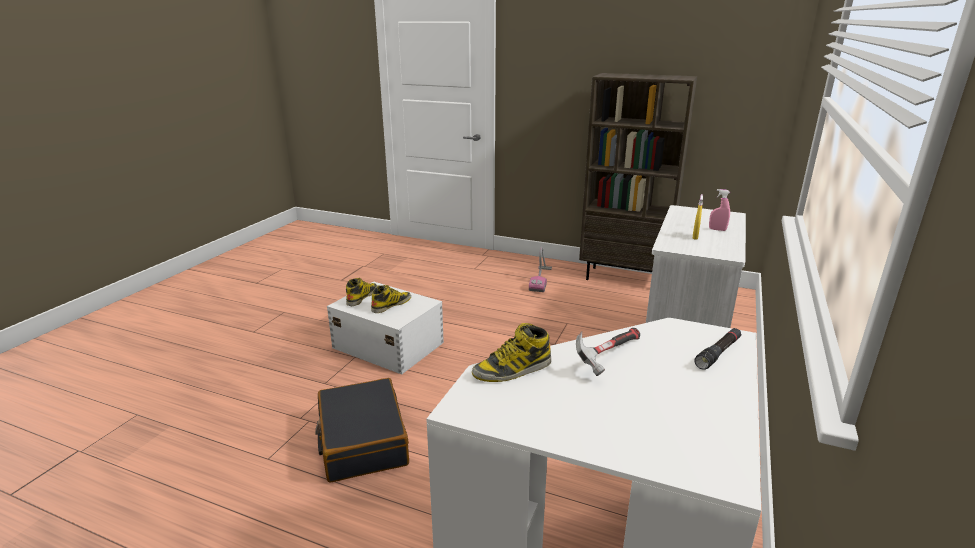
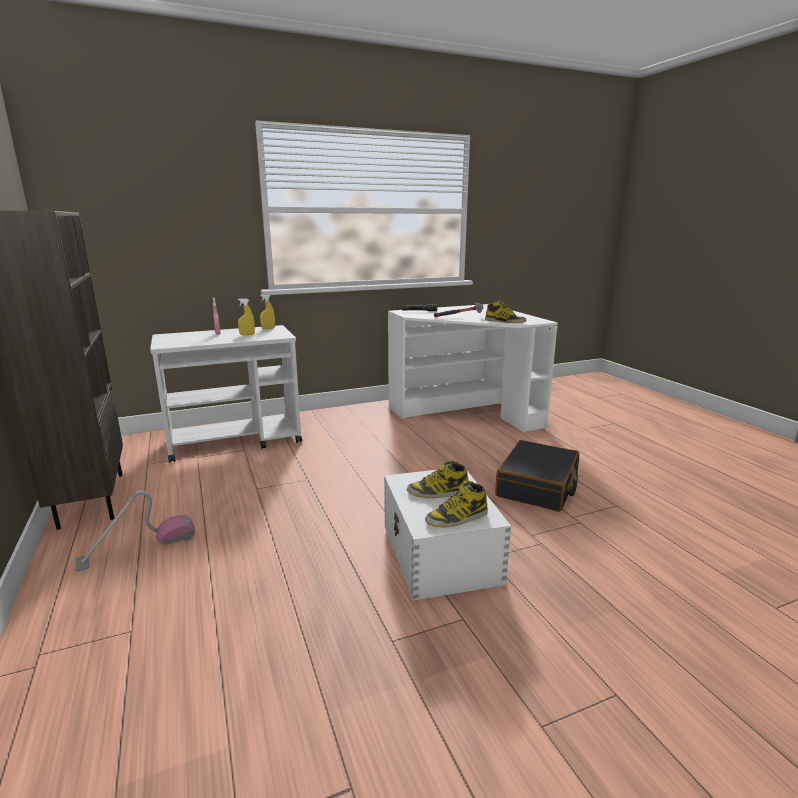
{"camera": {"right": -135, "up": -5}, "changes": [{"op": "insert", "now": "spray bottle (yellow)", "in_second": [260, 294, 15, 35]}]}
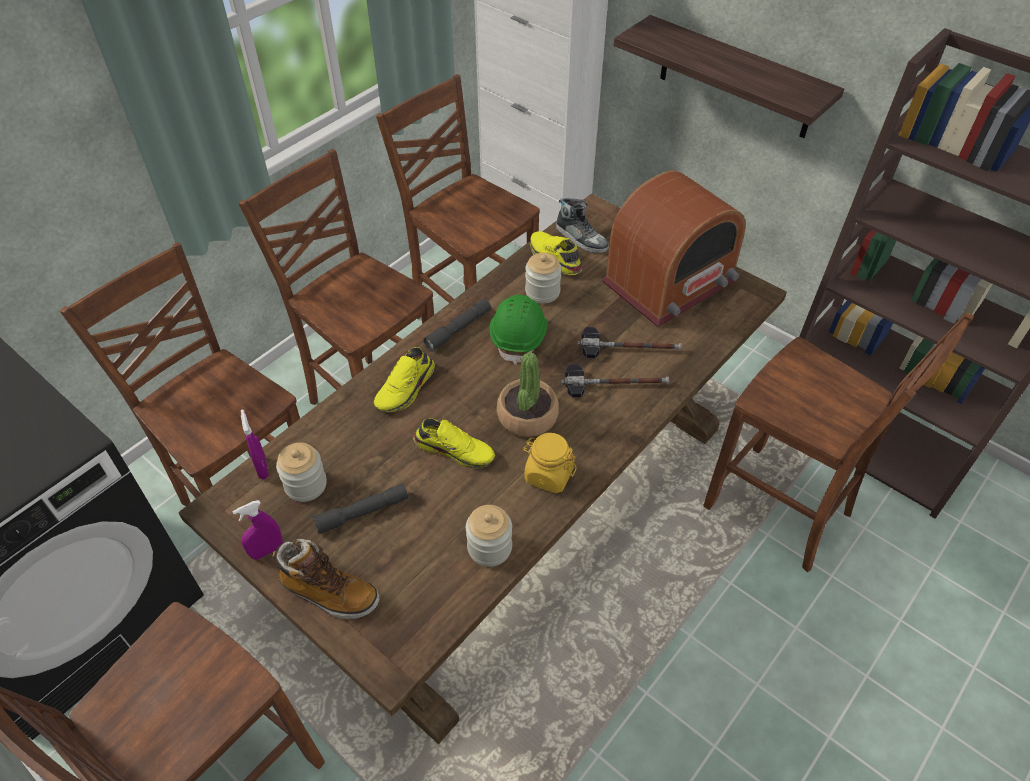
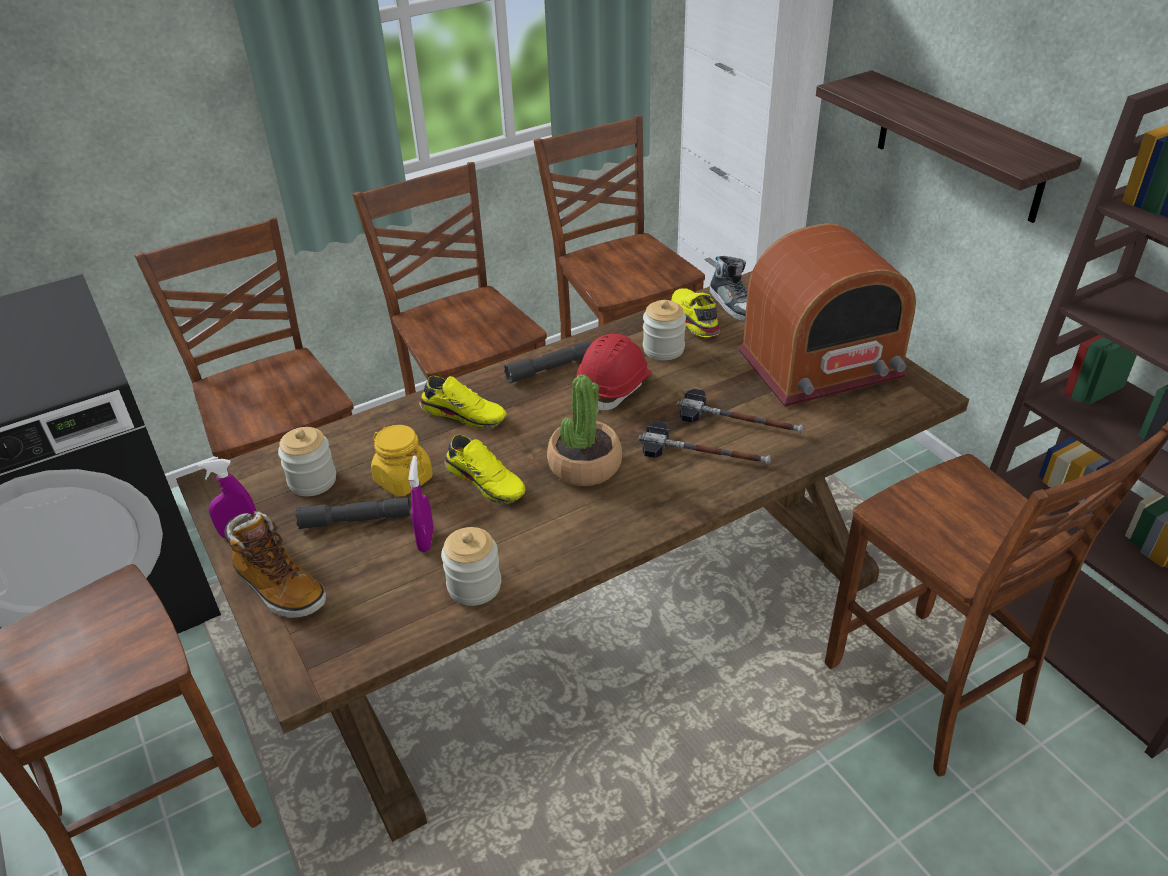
{"camera": {"right": 20, "up": -10}, "changes": [{"op": "recolor", "was": "hard hat (green)", "now": "hard hat (red)", "in_first": [490, 295, 58, 70], "in_second": [576, 334, 76, 79]}, {"op": "rotate", "was": "shoe (yellow)", "in_first": [374, 347, 61, 65], "in_second": [419, 376, 88, 53], "clockwise": -120}, {"op": "move", "was": "spray bottle (purple)", "in_first": [241, 409, 28, 70], "in_second": [408, 456, 25, 96]}, {"op": "move", "was": "jar (yellow)", "in_first": [522, 433, 55, 60], "in_second": [371, 425, 62, 72]}]}
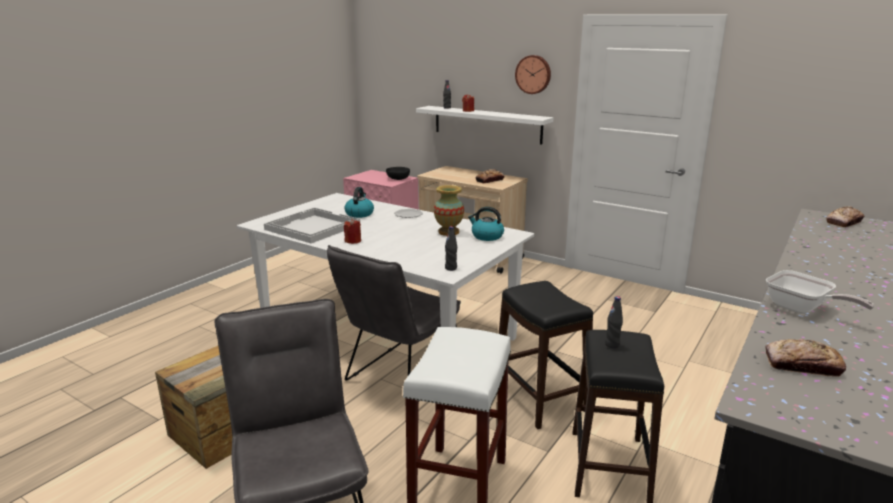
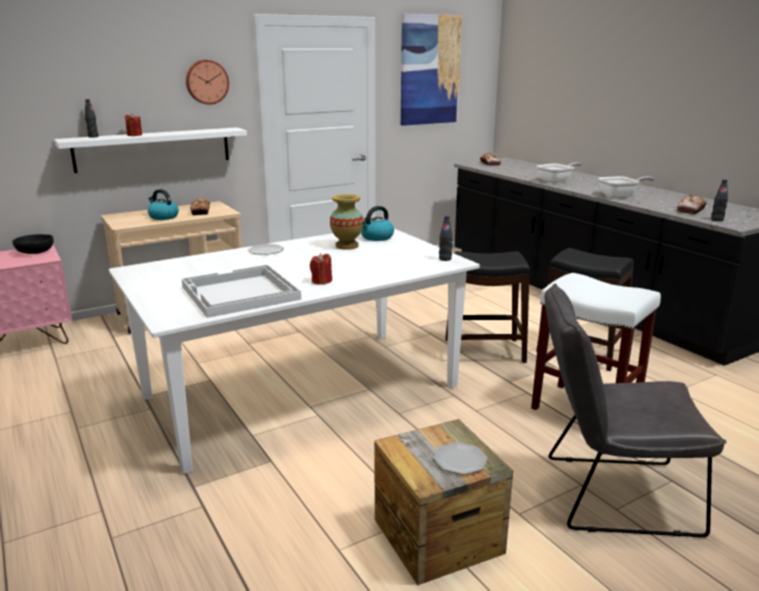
{"camera": {"right": -65, "up": 0}, "changes": [{"op": "move", "was": "kettle", "in_first": [344, 187, 30, 31], "in_second": [148, 189, 31, 31]}, {"op": "delete", "was": "chair (grey)", "in_first": [327, 245, 134, 136]}, {"op": "move", "was": "bottle (black)", "in_first": [605, 296, 18, 52], "in_second": [711, 179, 17, 42]}, {"op": "insert", "now": "picture", "in_second": [401, 14, 61, 112]}, {"op": "insert", "now": "frying pan", "in_second": [537, 162, 45, 21]}, {"op": "insert", "now": "plate", "in_second": [433, 442, 55, 33]}]}
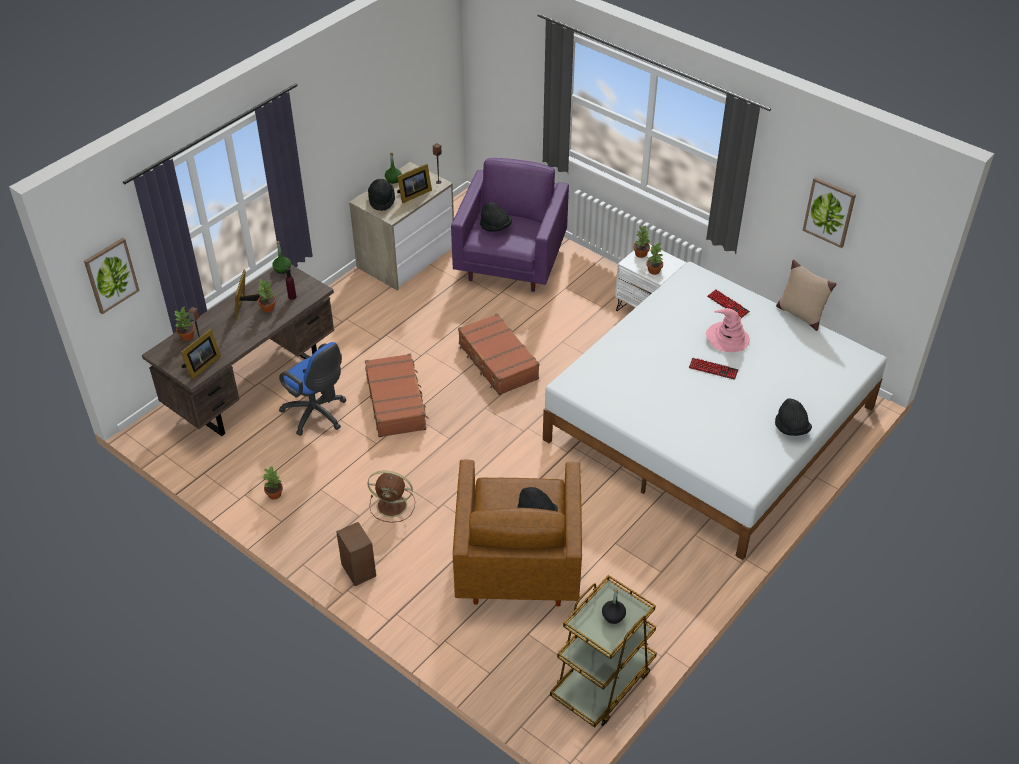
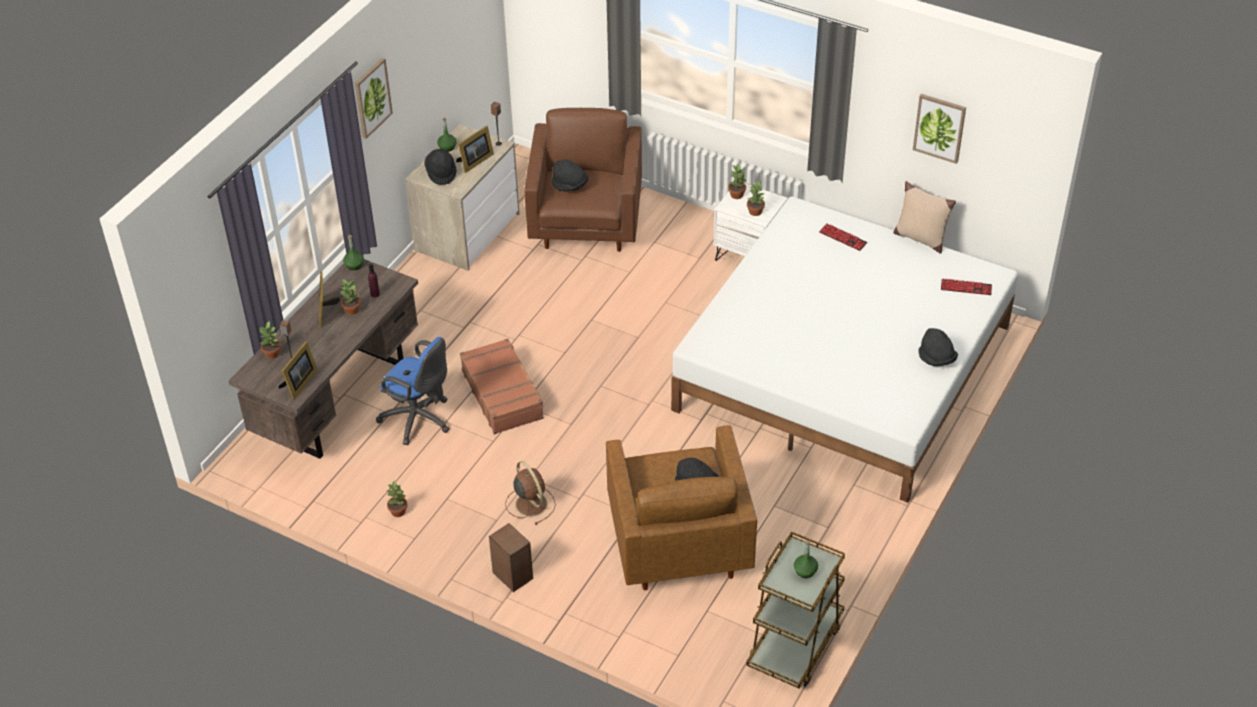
{"camera": {"right": -10, "up": 0}, "changes": [{"op": "recolor", "was": "armchair (purple)", "now": "armchair (brown)", "in_first": [451, 158, 118, 134], "in_second": [524, 108, 118, 144]}, {"op": "move", "was": "picture", "in_first": [84, 238, 56, 76], "in_second": [355, 58, 38, 81]}, {"op": "delete", "was": "hat (pink)", "in_first": [706, 308, 44, 44]}, {"op": "delete", "was": "suitcase (brown)", "in_first": [458, 313, 82, 82]}, {"op": "move", "was": "keyboard", "in_first": [689, 358, 49, 22], "in_second": [941, 278, 51, 17]}, {"op": "rotate", "was": "fan (brown)", "in_first": [367, 471, 48, 52], "in_second": [505, 461, 51, 64], "clockwise": -120}, {"op": "recolor", "was": "bottle (black)", "now": "bottle (green)", "in_first": [602, 588, 24, 36], "in_second": [794, 540, 24, 38]}]}
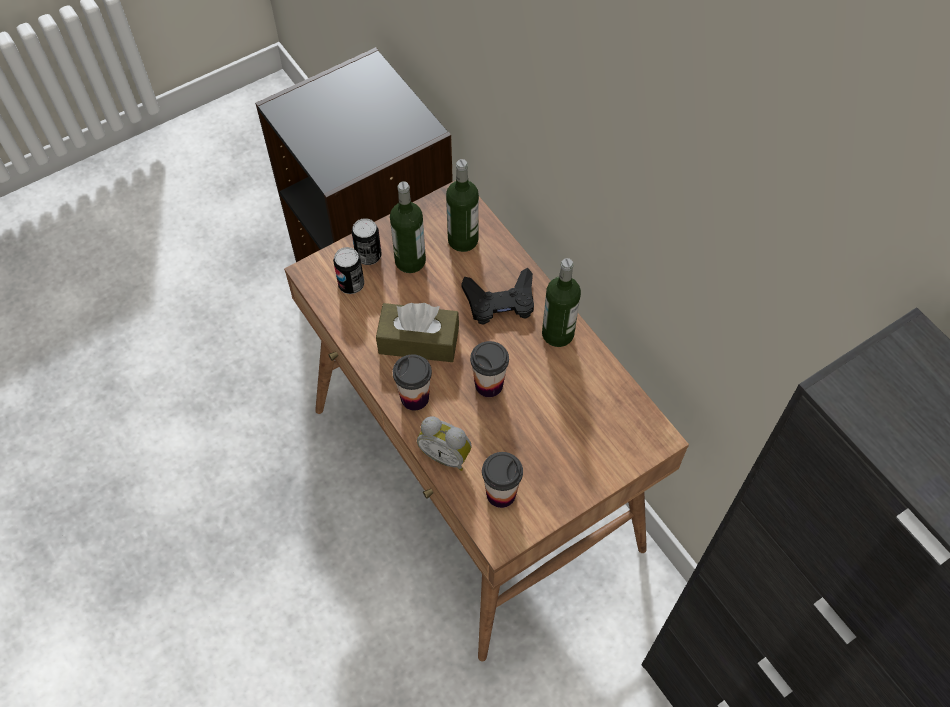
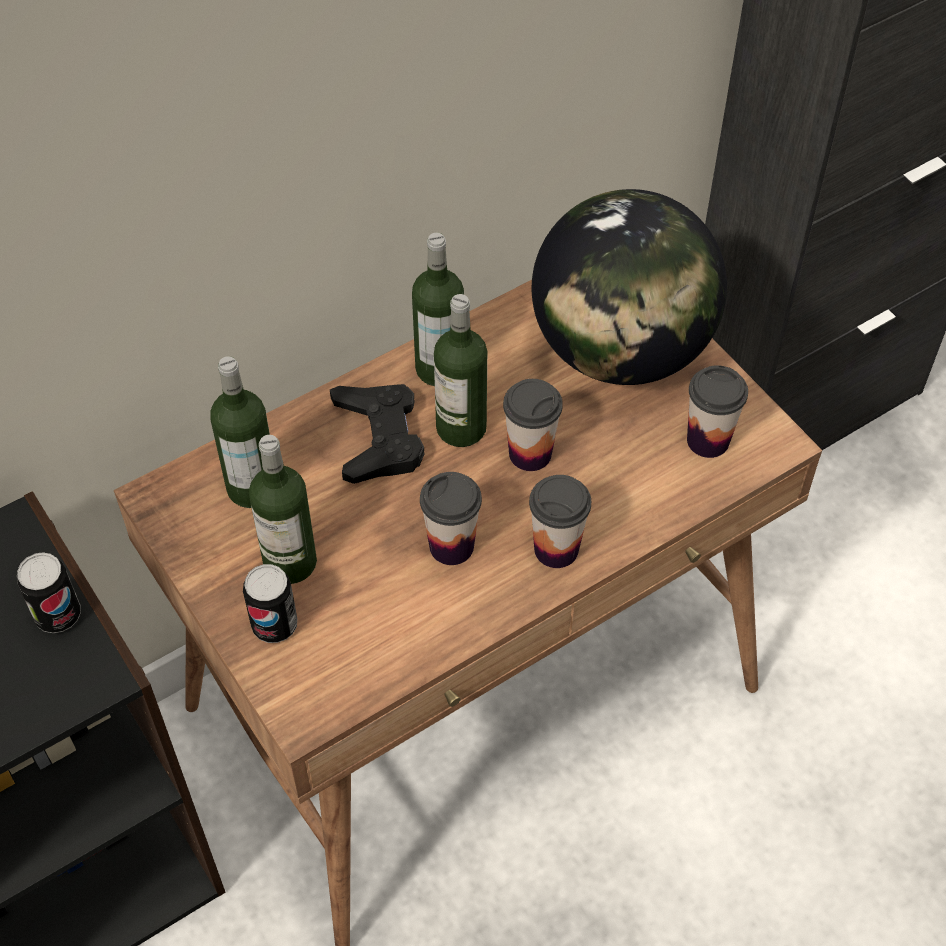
{"camera": {"right": -90, "up": -5}, "changes": [{"op": "move", "was": "can", "in_first": [333, 247, 31, 47], "in_second": [17, 552, 64, 81]}, {"op": "replace", "was": "tissue box (brown)", "now": "cup", "in_first": [376, 303, 83, 59], "in_second": [420, 472, 62, 93]}, {"op": "delete", "was": "alarm clock", "in_first": [417, 416, 55, 55]}, {"op": "insert", "now": "globe", "in_second": [532, 189, 195, 196]}, {"op": "insert", "now": "bottle", "in_second": [434, 294, 53, 153]}]}
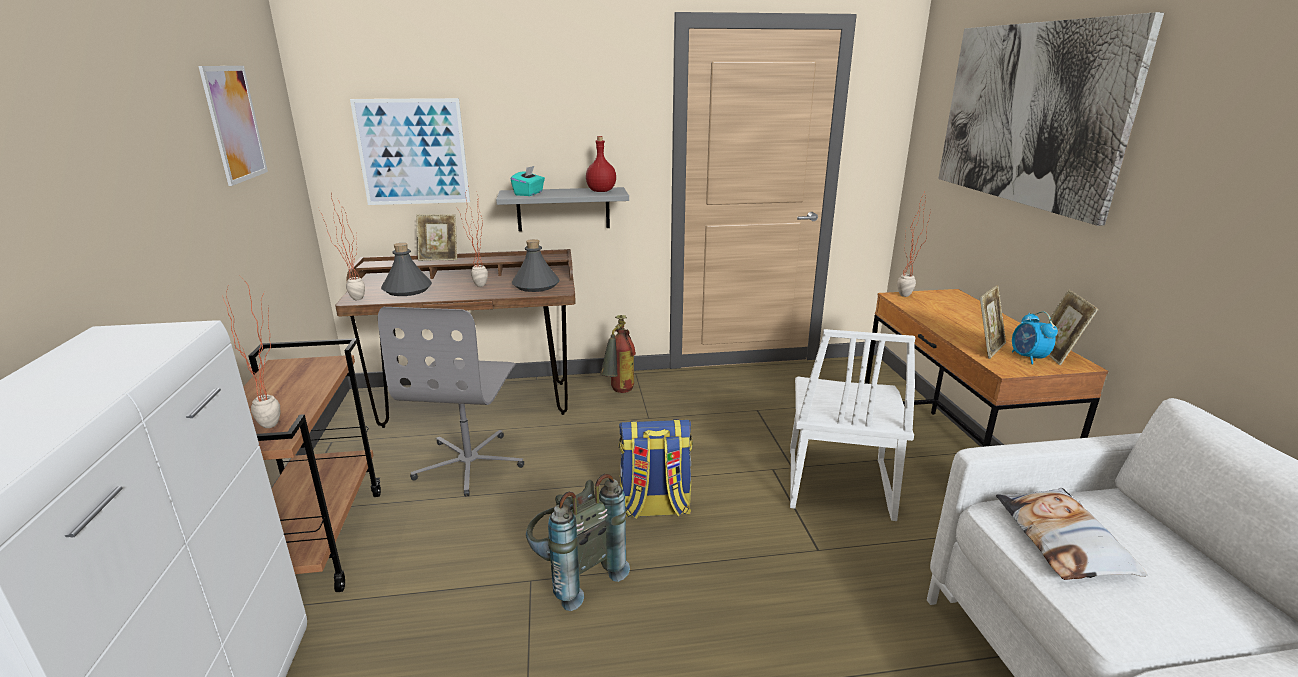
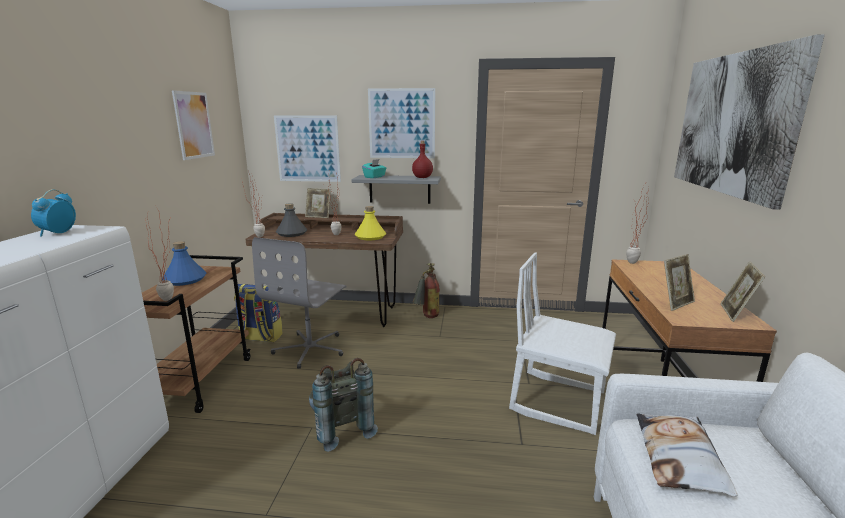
{"camera": {"right": 15, "up": -5}, "changes": [{"op": "recolor", "was": "bottle (grey)", "now": "bottle (yellow)", "in_first": [512, 239, 47, 53], "in_second": [354, 206, 32, 34]}, {"op": "move", "was": "alarm clock", "in_first": [1012, 311, 46, 53], "in_second": [31, 189, 45, 48]}, {"op": "rotate", "was": "chair (white)", "in_first": [790, 329, 125, 192], "in_second": [509, 252, 107, 183], "clockwise": 90}, {"op": "move", "was": "backpack", "in_first": [618, 419, 75, 100], "in_second": [234, 284, 49, 58]}, {"op": "insert", "now": "picture", "in_second": [368, 88, 67, 70]}, {"op": "insert", "now": "bottle (blue)", "in_second": [162, 241, 44, 45]}]}
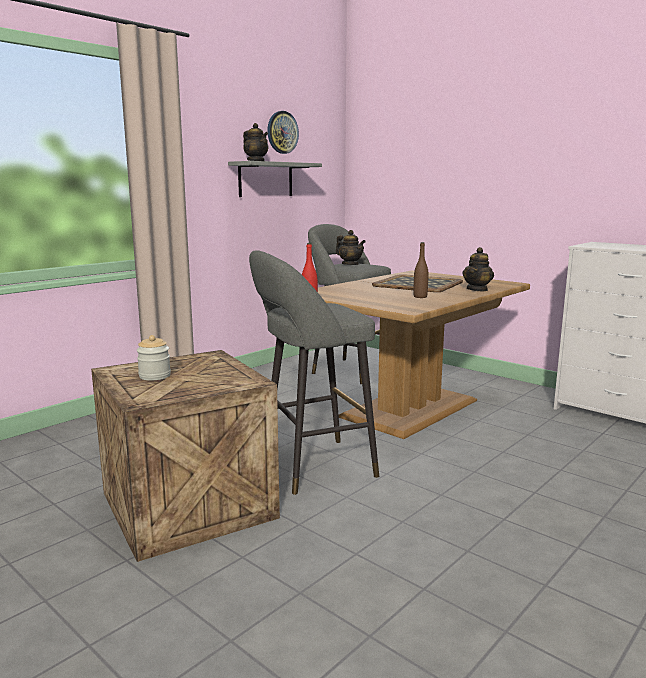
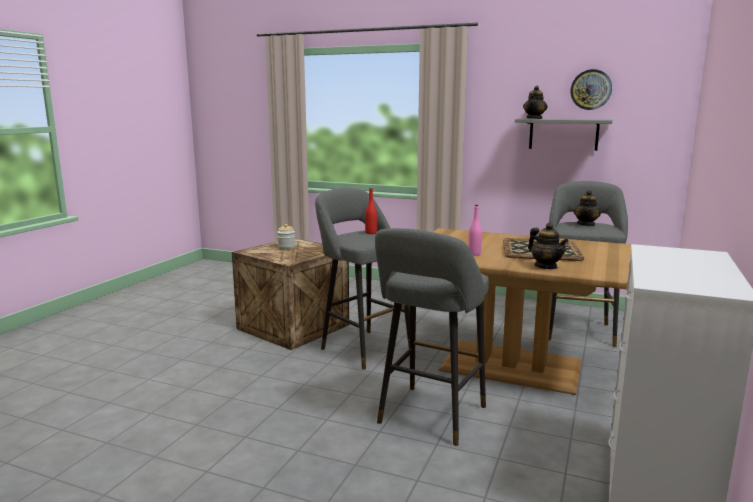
{"camera": {"right": 70, "up": 0}, "changes": [{"op": "recolor", "was": "bottle (brown)", "now": "bottle (pink)", "in_first": [413, 242, 16, 56], "in_second": [468, 205, 14, 51]}, {"op": "rotate", "was": "teapot", "in_first": [462, 247, 32, 45], "in_second": [528, 223, 40, 46], "clockwise": -135}, {"op": "insert", "now": "stool (grey)", "in_second": [375, 228, 114, 218]}]}
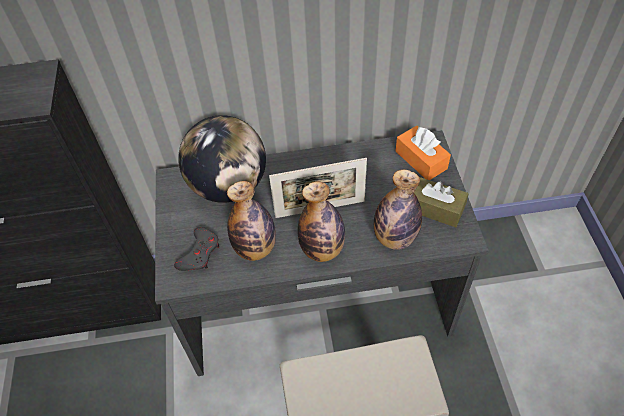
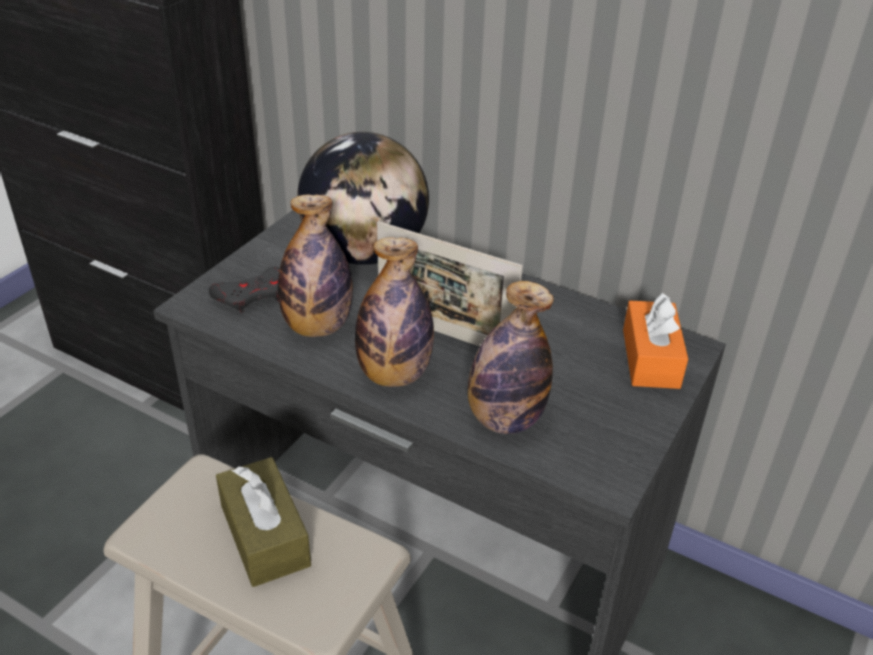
{"camera": {"right": 35, "up": -15}, "changes": [{"op": "move", "was": "tissue box (brown)", "in_first": [414, 177, 55, 50], "in_second": [216, 457, 95, 130]}]}
